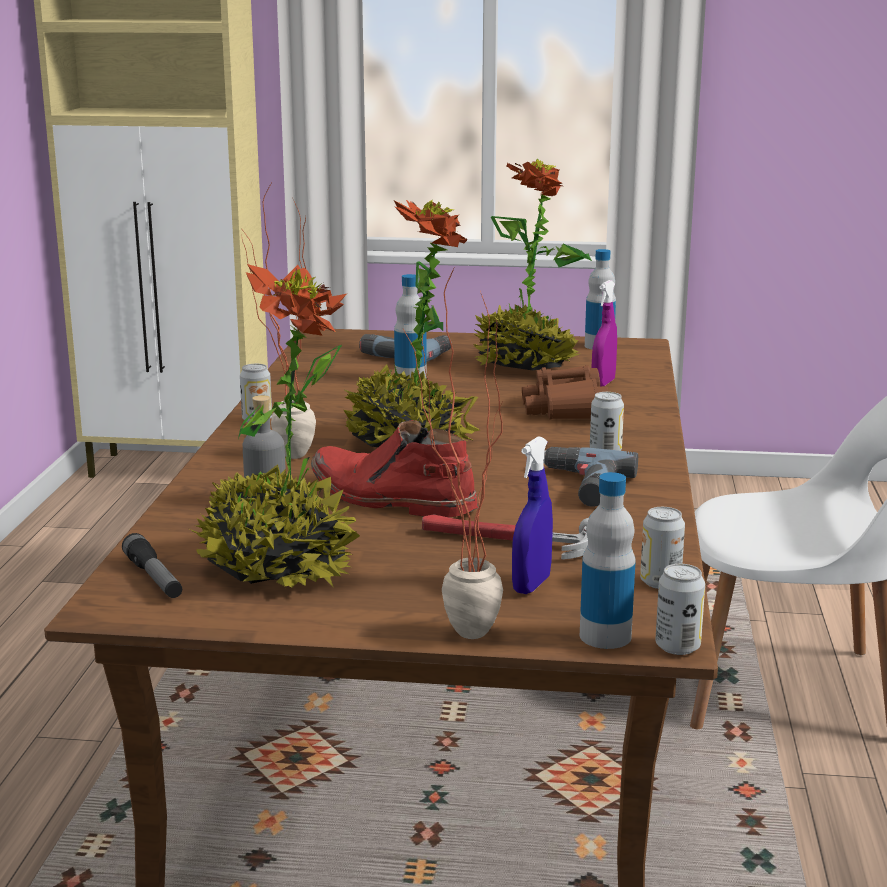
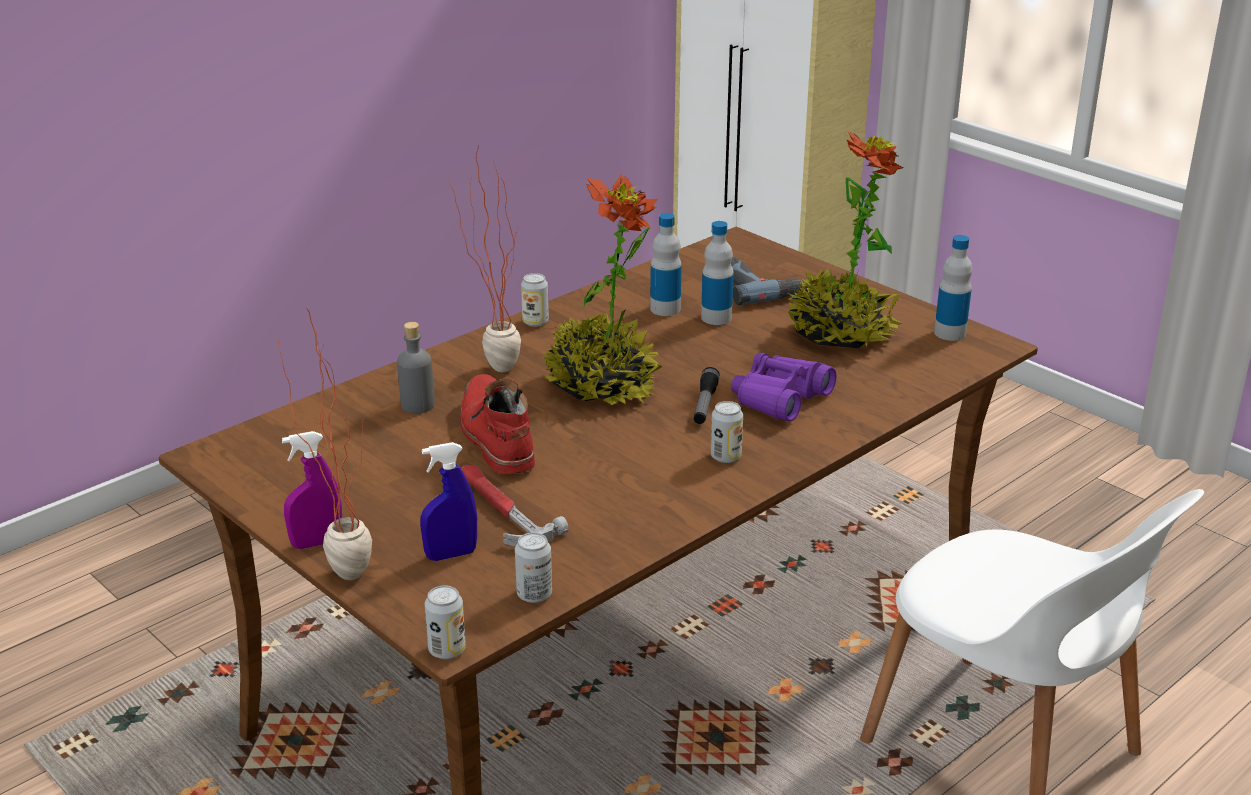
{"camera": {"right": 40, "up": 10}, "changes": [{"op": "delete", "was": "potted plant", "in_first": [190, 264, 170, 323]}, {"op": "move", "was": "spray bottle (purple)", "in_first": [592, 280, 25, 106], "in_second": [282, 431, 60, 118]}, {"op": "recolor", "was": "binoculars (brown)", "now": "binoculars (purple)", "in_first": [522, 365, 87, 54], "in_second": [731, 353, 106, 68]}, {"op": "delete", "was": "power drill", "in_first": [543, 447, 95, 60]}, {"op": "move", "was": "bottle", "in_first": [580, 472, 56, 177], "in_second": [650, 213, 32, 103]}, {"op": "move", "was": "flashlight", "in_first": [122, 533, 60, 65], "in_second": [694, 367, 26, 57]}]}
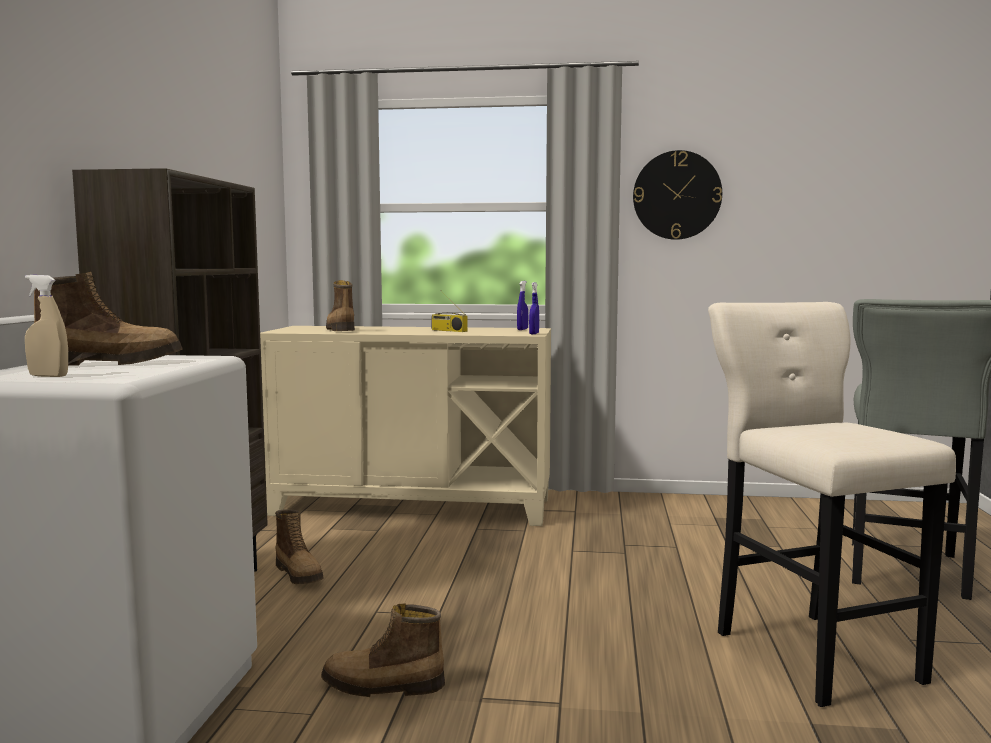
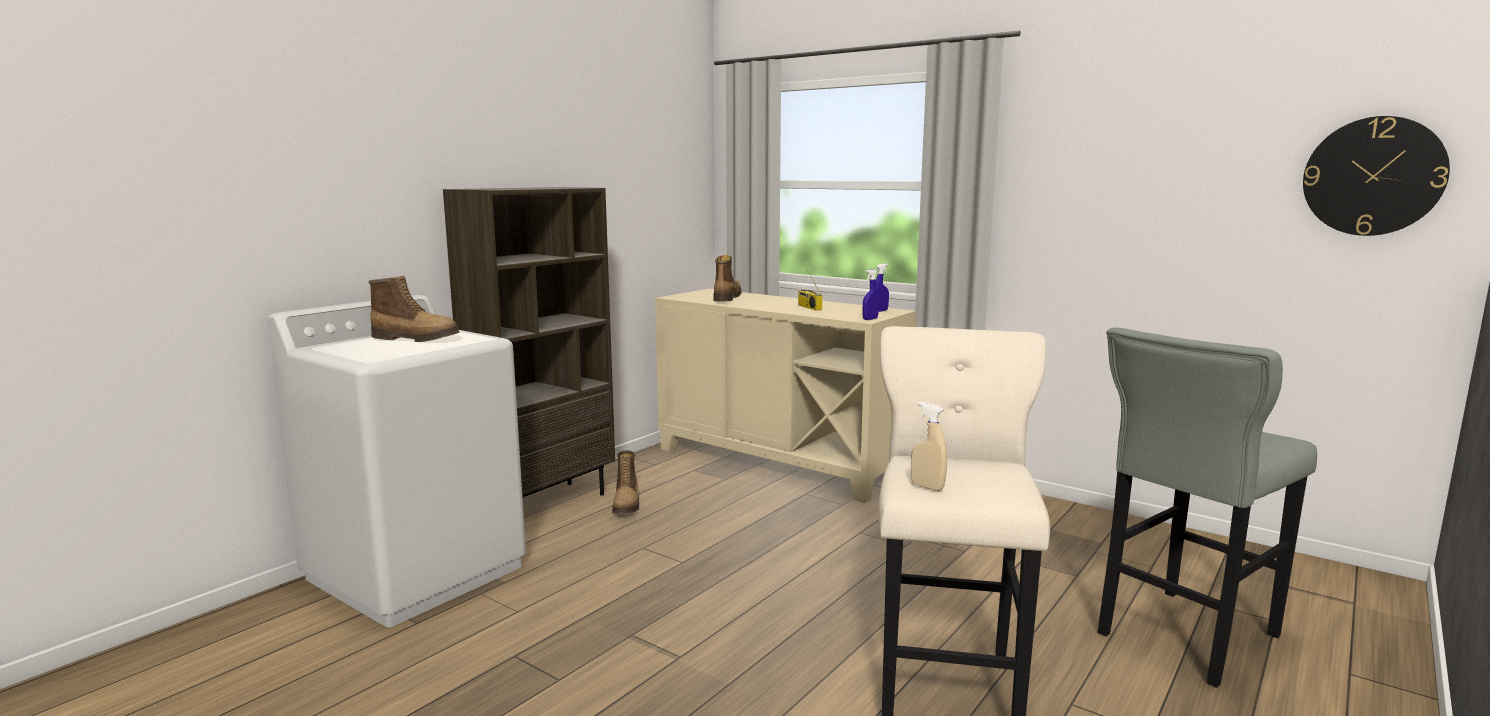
{"camera": {"right": 30, "up": 5}, "changes": [{"op": "move", "was": "wall clock", "in_first": [633, 150, 89, 90], "in_second": [1303, 116, 147, 120]}, {"op": "move", "was": "spray bottle (beige)", "in_first": [25, 275, 43, 102], "in_second": [911, 402, 36, 89]}, {"op": "delete", "was": "boot", "in_first": [321, 603, 124, 94]}]}
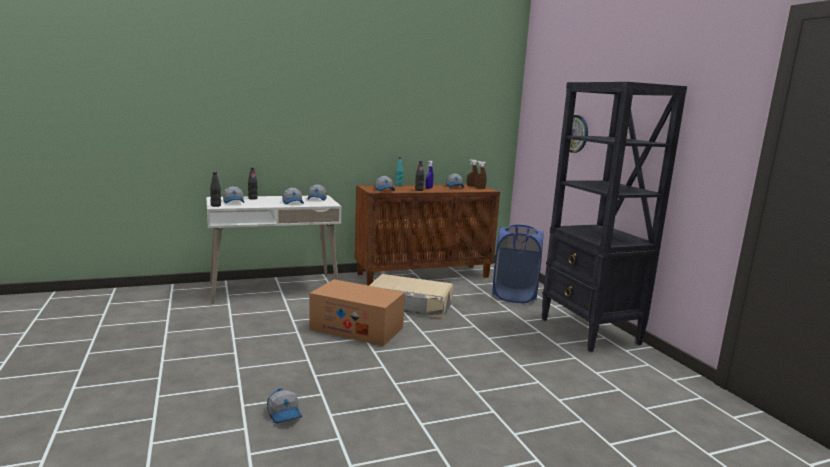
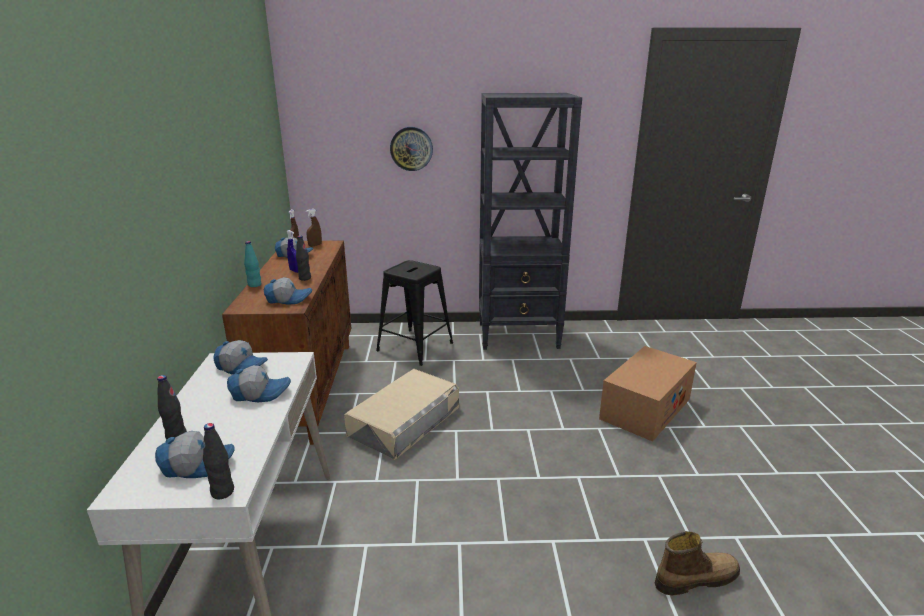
{"camera": {"right": -70, "up": 10}, "changes": [{"op": "replace", "was": "laundry basket (blue)", "now": "stool (black)", "in_first": [493, 224, 51, 79], "in_second": [376, 260, 77, 106]}, {"op": "move", "was": "cardboard box", "in_first": [309, 279, 96, 67], "in_second": [599, 346, 98, 95]}, {"op": "replace", "was": "cap", "now": "boot", "in_first": [267, 388, 35, 36], "in_second": [655, 531, 85, 65]}]}
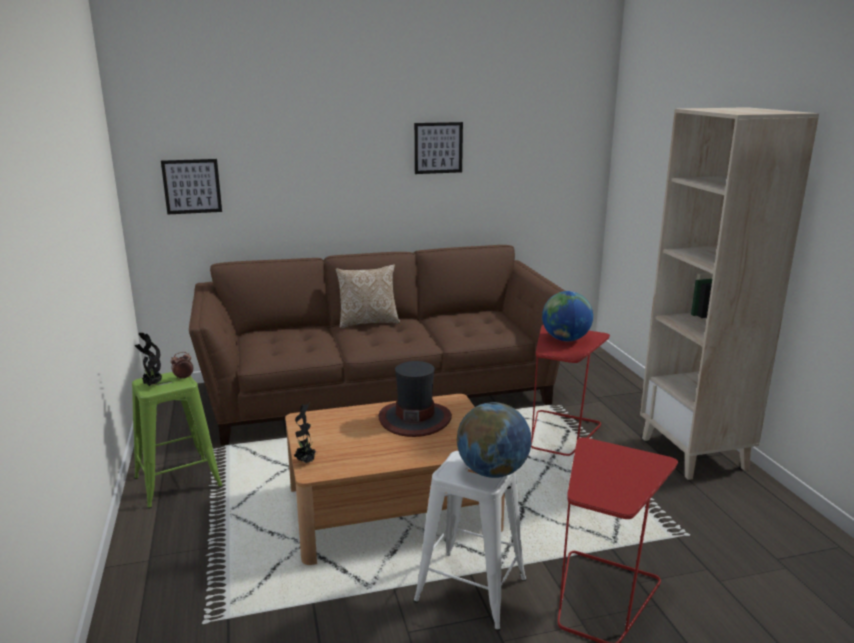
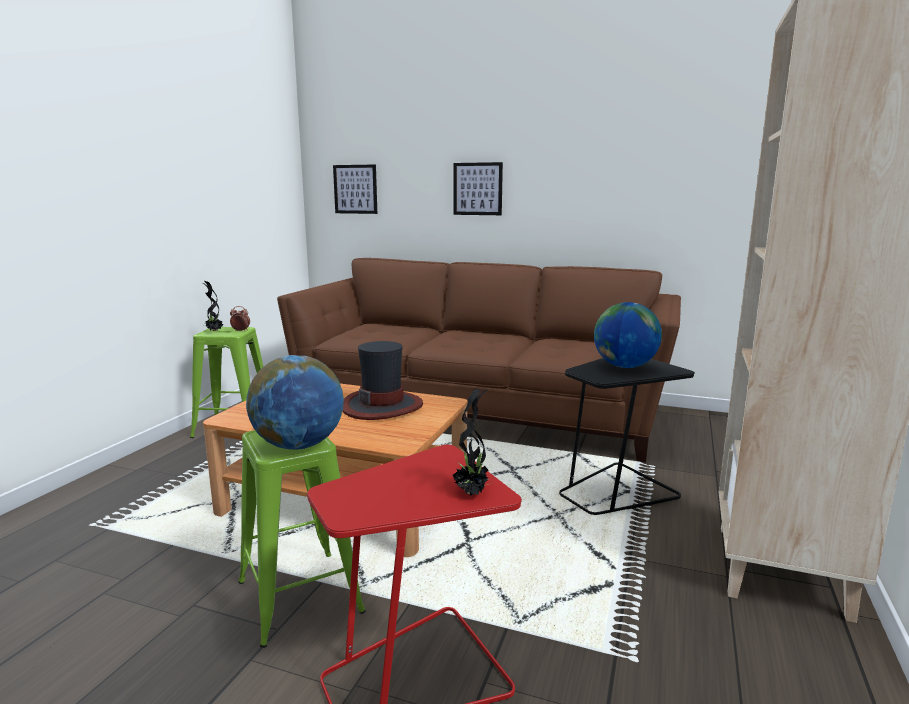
{"camera": {"right": 35, "up": -5}, "changes": [{"op": "move", "was": "picture", "in_first": [414, 122, 49, 52], "in_second": [453, 162, 50, 53]}, {"op": "delete", "was": "pillow", "in_first": [336, 264, 64, 64]}, {"op": "recolor", "was": "side table (red)", "now": "side table (black)", "in_first": [531, 325, 79, 131], "in_second": [559, 358, 136, 157]}, {"op": "move", "was": "potted plant", "in_first": [294, 403, 23, 60], "in_second": [453, 389, 38, 106]}, {"op": "recolor", "was": "stool (white)", "now": "stool (green)", "in_first": [413, 451, 113, 180], "in_second": [238, 430, 128, 218]}]}
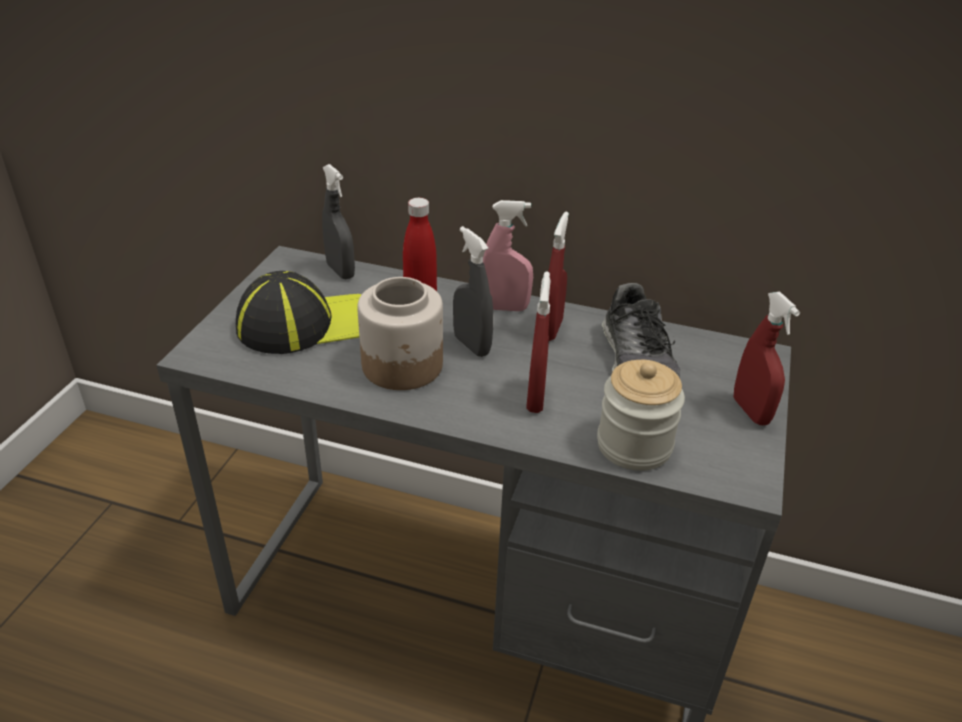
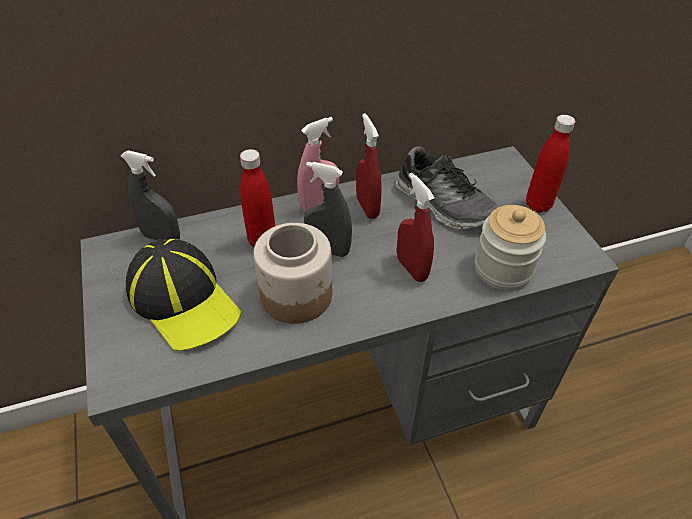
{"camera": {"right": -35, "up": 10}, "changes": [{"op": "rotate", "was": "cap", "in_first": [236, 271, 126, 83], "in_second": [126, 239, 116, 112], "clockwise": 105}, {"op": "replace", "was": "spray bottle (red)", "now": "bottle (red)", "in_first": [734, 292, 66, 133], "in_second": [526, 115, 49, 98]}]}
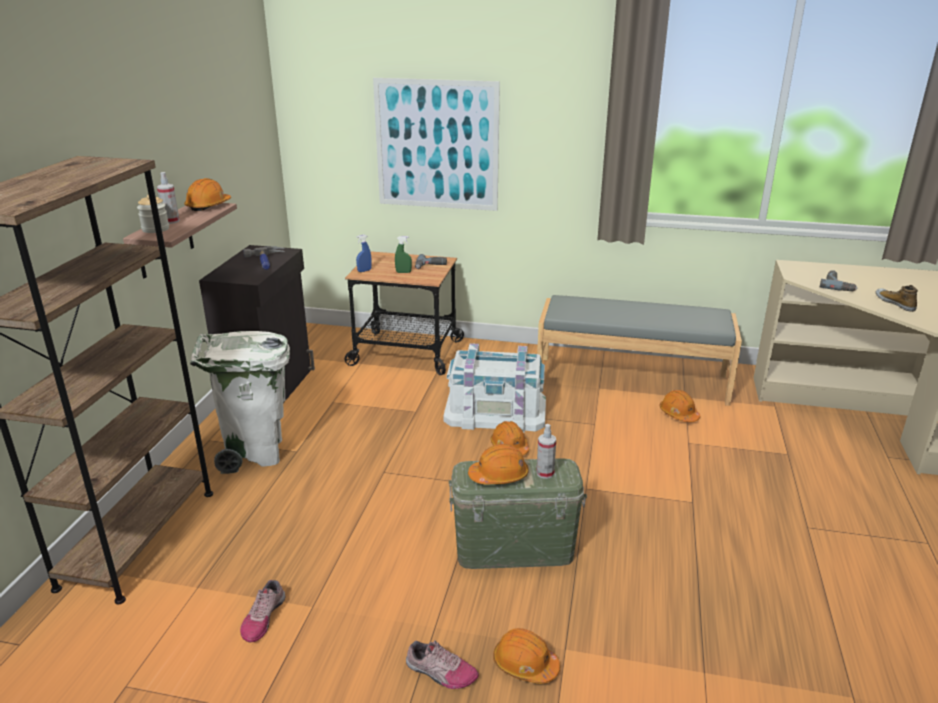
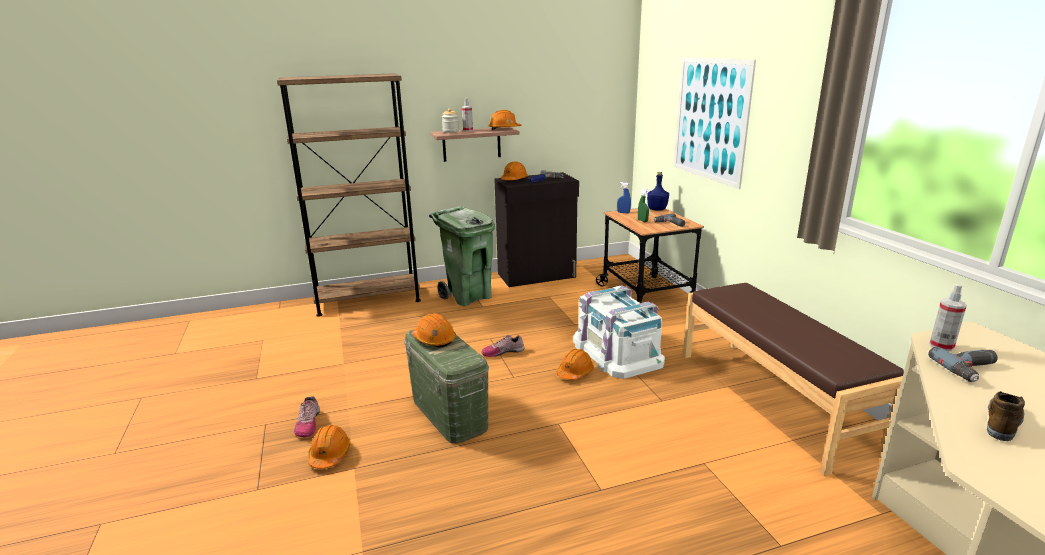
{"camera": {"right": 60, "up": -5}, "changes": [{"op": "recolor", "was": "bench (grey)", "now": "bench (brown)", "in_first": [537, 295, 205, 111], "in_second": [683, 283, 221, 193]}, {"op": "recolor", "was": "trash can (white)", "now": "trash can (green)", "in_first": [190, 331, 100, 143], "in_second": [429, 207, 66, 99]}, {"op": "move", "was": "hard hat (orange)", "in_first": [659, 390, 41, 32], "in_second": [500, 161, 28, 19]}, {"op": "move", "was": "spray bottle", "in_first": [537, 424, 19, 55], "in_second": [929, 284, 38, 67]}, {"op": "move", "was": "shoe", "in_first": [240, 580, 45, 63], "in_second": [481, 335, 44, 22]}, {"op": "insert", "now": "bottle (blue)", "in_second": [647, 172, 22, 39]}]}
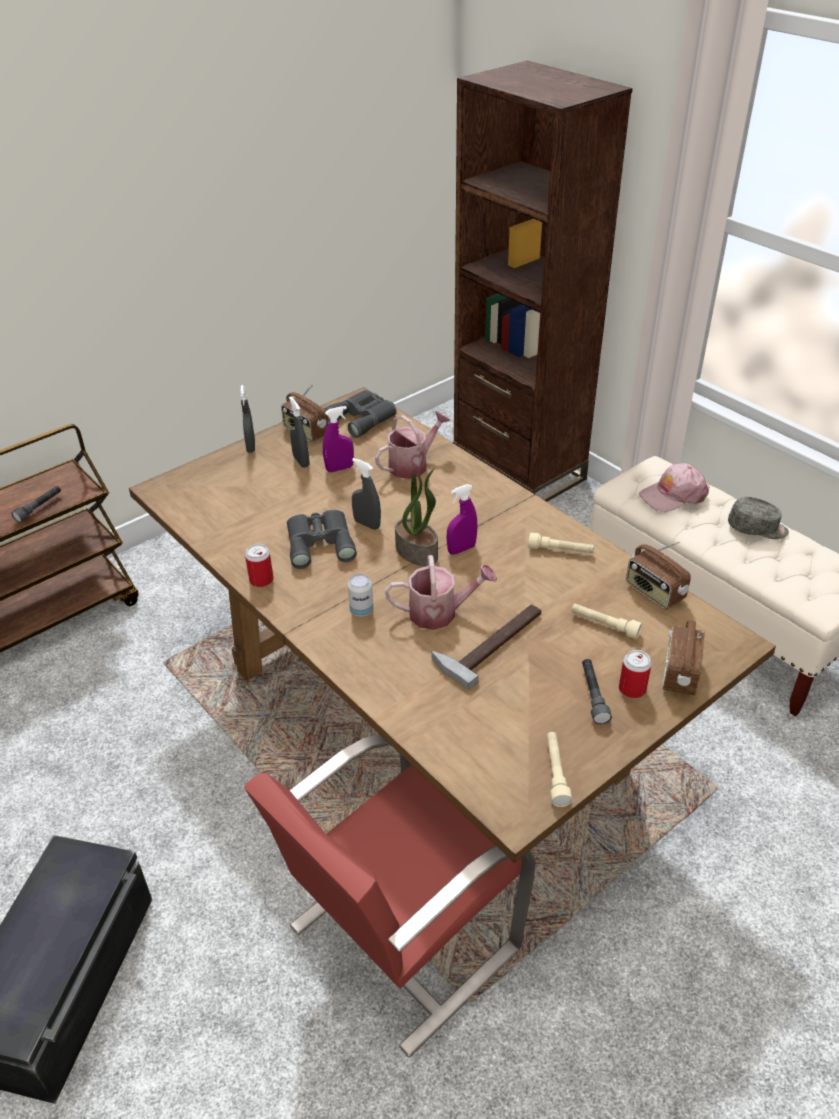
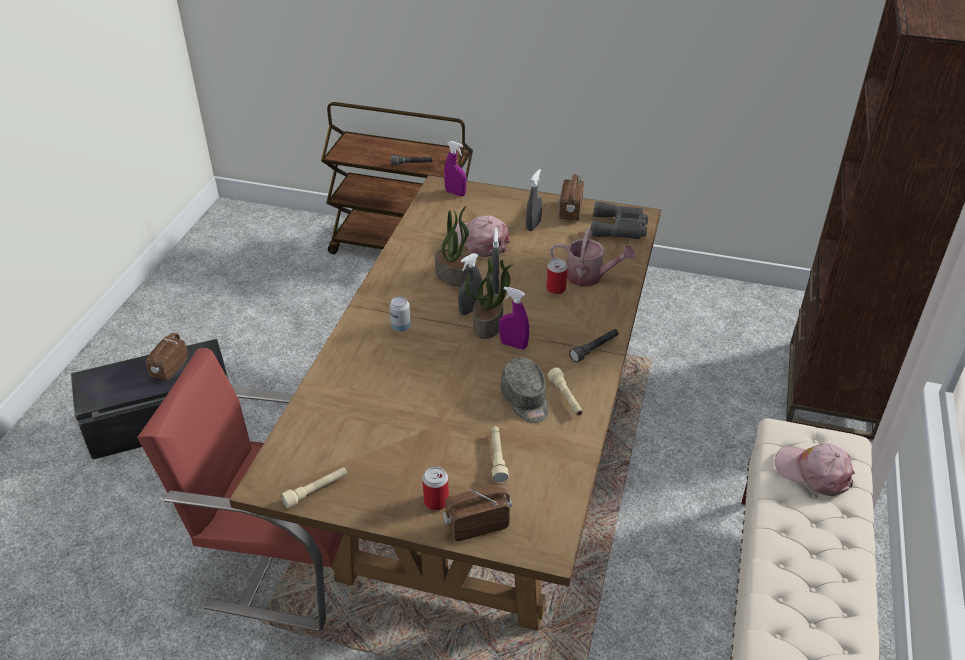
{"camera": {"right": 55, "up": 0}, "changes": [{"op": "move", "was": "spray bottle (grey)", "in_first": [240, 385, 15, 68], "in_second": [458, 253, 25, 62]}, {"op": "move", "was": "spray bottle (purple)", "in_first": [323, 406, 31, 66], "in_second": [444, 141, 23, 55]}, {"op": "move", "was": "cap (grey)", "in_first": [728, 497, 61, 42], "in_second": [500, 358, 48, 65]}, {"op": "replace", "was": "binoculars (grey)", "now": "potted plant", "in_first": [287, 510, 70, 59], "in_second": [435, 206, 34, 81]}, {"op": "move", "was": "radio", "in_first": [626, 542, 65, 68], "in_second": [145, 333, 43, 48]}, {"op": "move", "was": "can", "in_first": [245, 544, 28, 43], "in_second": [546, 259, 21, 35]}, {"op": "delete", "was": "watering can", "in_first": [385, 555, 112, 75]}, {"op": "delete", "was": "hammer", "in_first": [432, 604, 109, 86]}, {"op": "move", "was": "flashlight (grey)", "in_first": [582, 659, 30, 66], "in_second": [569, 329, 49, 33]}, {"op": "insert", "now": "cap (pink)", "in_second": [455, 215, 55, 42]}]}
